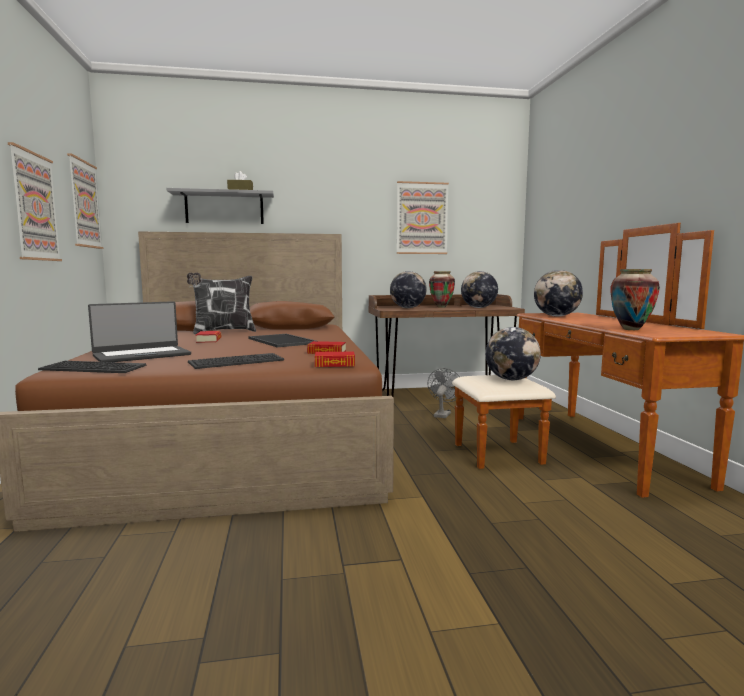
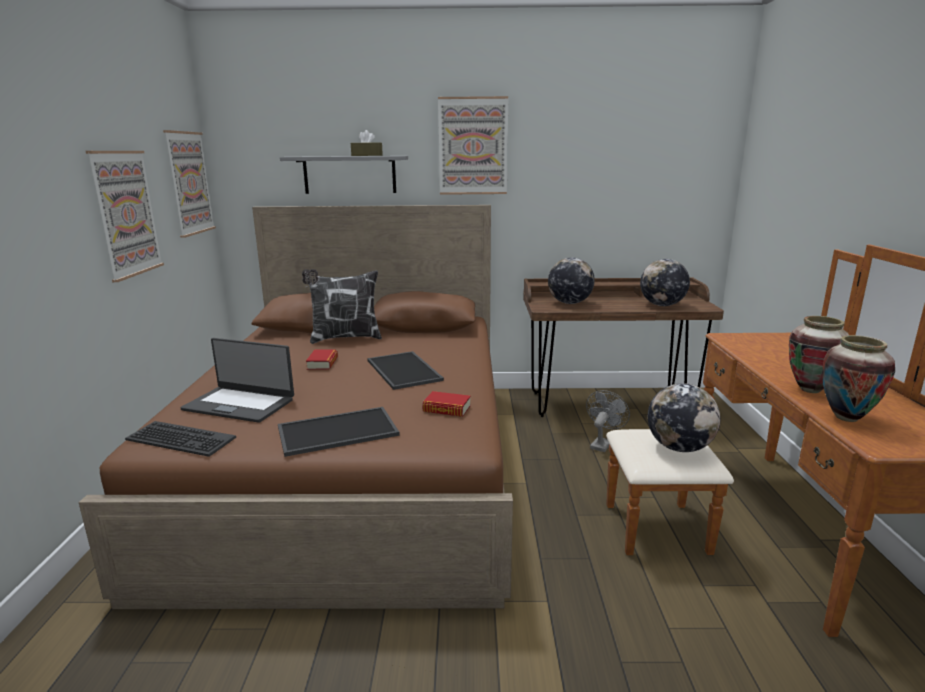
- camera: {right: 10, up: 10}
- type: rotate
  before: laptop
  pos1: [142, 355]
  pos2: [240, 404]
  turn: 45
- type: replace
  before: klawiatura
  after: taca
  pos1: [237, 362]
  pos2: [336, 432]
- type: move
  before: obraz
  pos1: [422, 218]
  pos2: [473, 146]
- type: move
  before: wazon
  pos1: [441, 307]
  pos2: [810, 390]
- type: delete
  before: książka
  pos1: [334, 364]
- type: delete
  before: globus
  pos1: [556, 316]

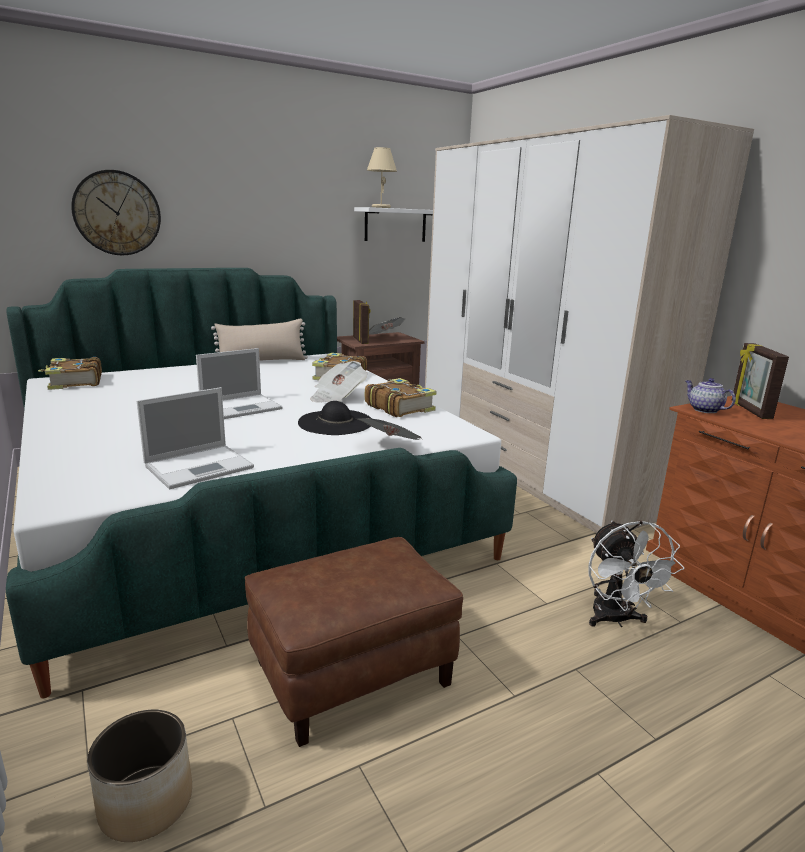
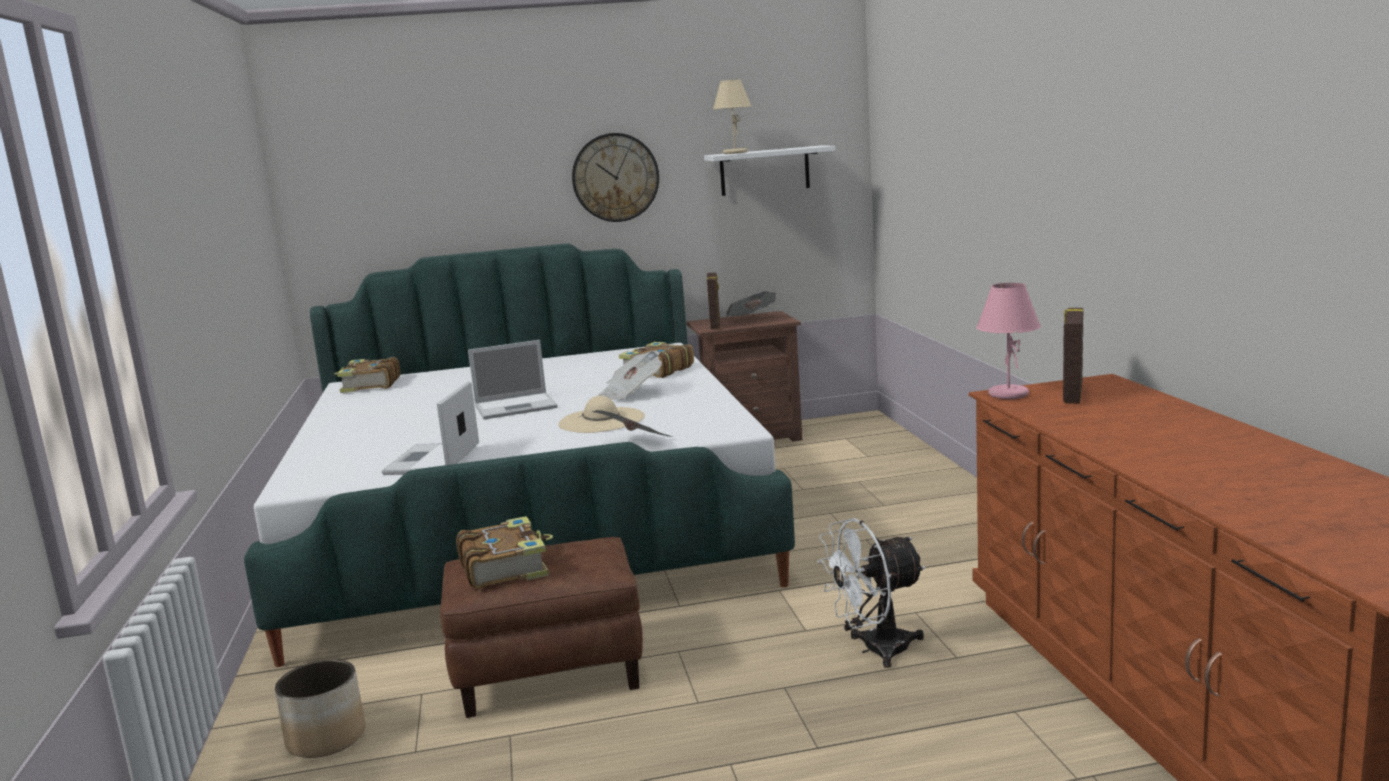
- camera: {right: 20, up: -5}
- type: rotate
  before: laptop
  pos1: [201, 466]
  pos2: [432, 460]
  turn: 120
- type: move
  before: książka
  pos1: [399, 407]
  pos2: [505, 567]
- type: recolor
  before: kapelusz [czarny]
  after: kapelusz [beżowy]
  pos1: [336, 422]
  pos2: [602, 420]
- type: move
  before: zegar ścienny
  pos1: [117, 213]
  pos2: [615, 177]
- type: rotate
  before: wentylator [biały]
  pos1: [615, 620]
  pos2: [875, 650]
  turn: 60
- type: replace
  before: imbryk
  after: lampa stołowa [różowy]
  pos1: [704, 410]
  pos2: [1007, 394]
- type: delete
  before: poduszka [beżowy]
  pos1: [262, 361]
- type: delete
  before: szafa
  pos1: [529, 468]

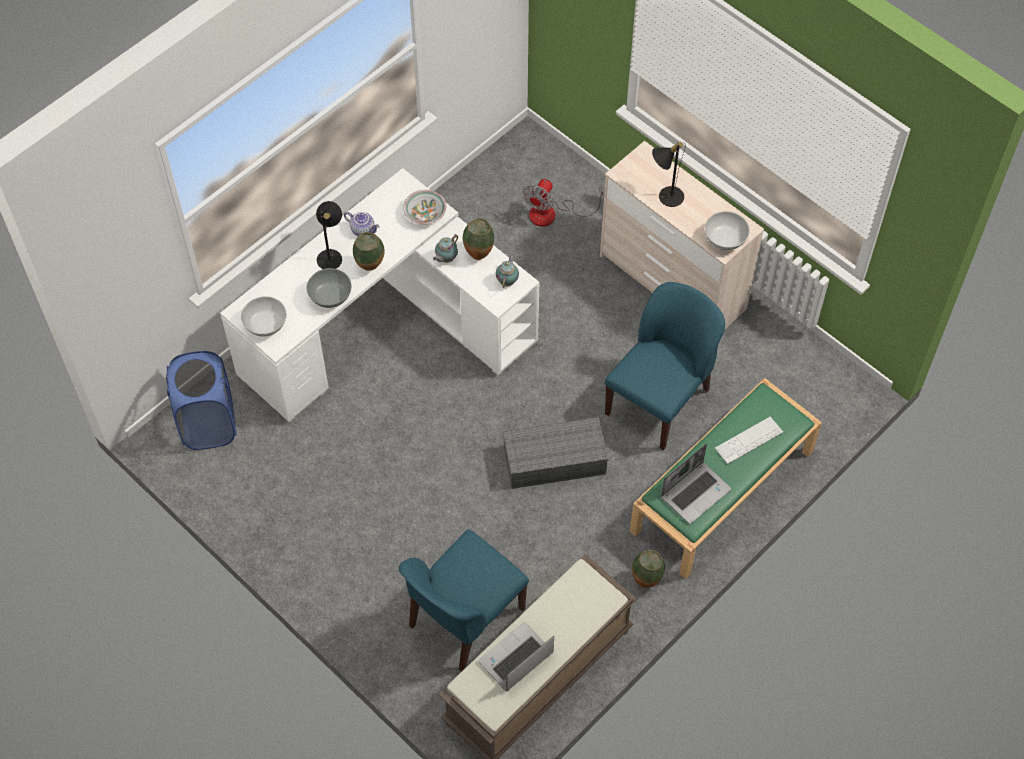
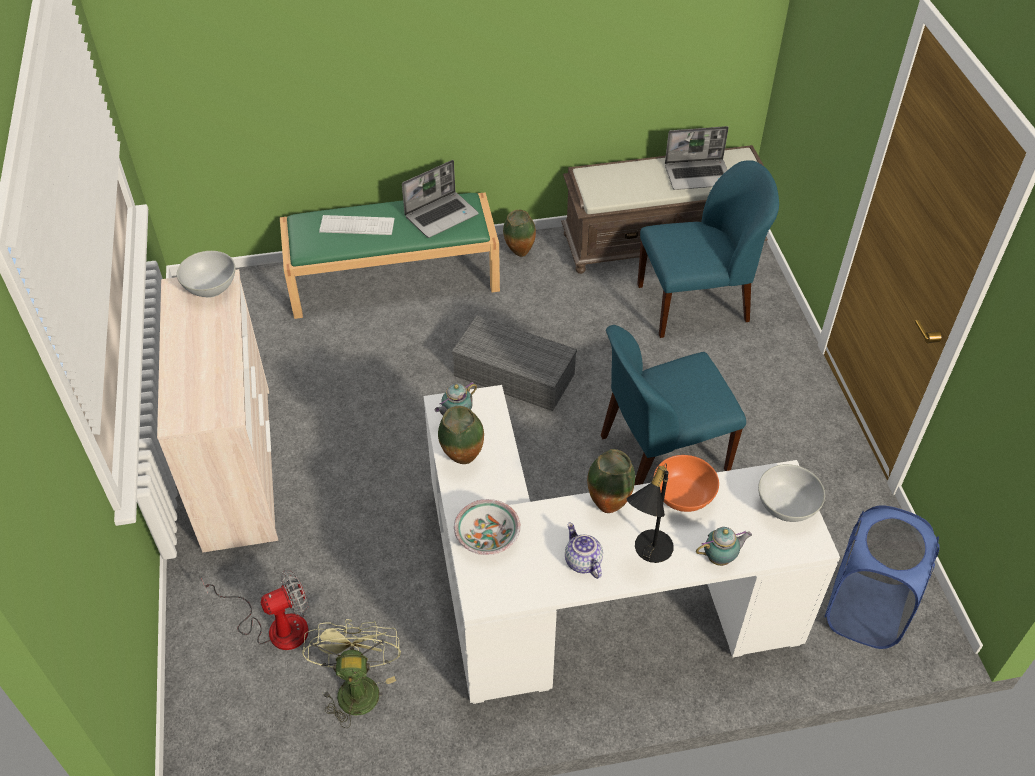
- camera: {right: -145, up: -10}
- type: insert
  after: wentylator [zielony]
  pos2: [356, 686]
- type: rotate
  before: laptop
  pos1: [695, 492]
  pos2: [442, 215]
  turn: 150
- type: move
  before: krzesło [niebieski]
  pos1: [659, 400]
  pos2: [661, 454]
- type: recolor
  before: miska [szary]
  after: miska [pomarańczowy]
  pos1: [331, 297]
  pos2: [682, 497]
- type: move
  before: imbryk
  pos1: [446, 259]
  pos2: [720, 558]
- type: delete
  before: lampa stołowa [czarny]
  pos1: [666, 195]

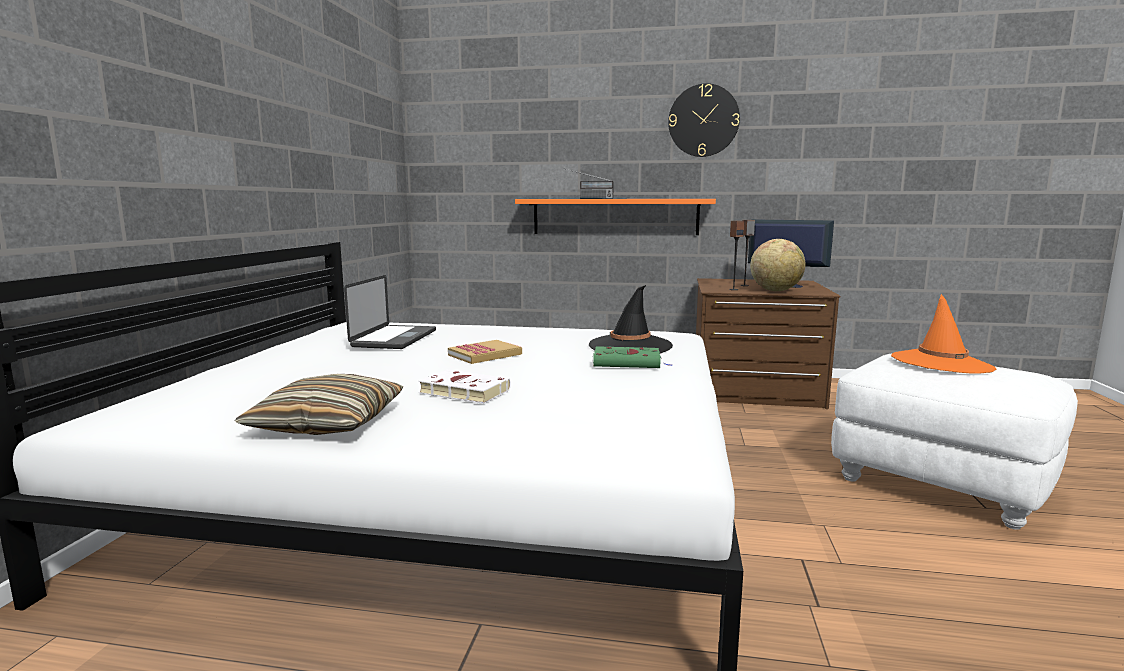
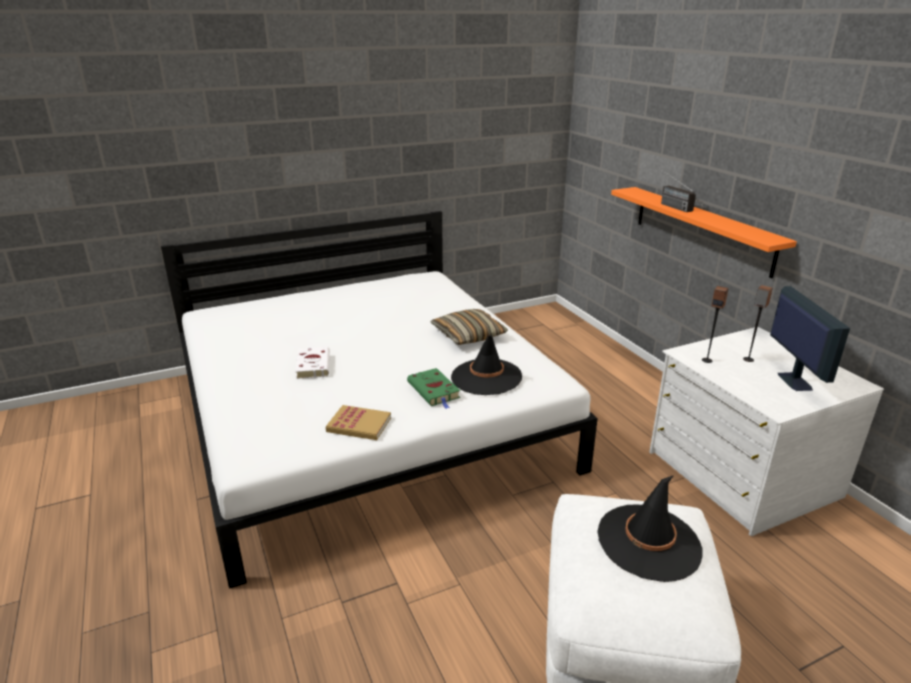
- camera: {right: 55, up: 15}
- type: move
  before: książka
  pos1: [485, 355]
  pos2: [359, 425]
- type: move
  before: poduszka
  pos1: [328, 423]
  pos2: [468, 335]
- type: recolor
  before: kapelusz [pomarańczowy]
  after: kapelusz [czarny]
  pos1: [941, 363]
  pos2: [649, 542]
- type: recolor
  before: komoda [brązowy]
  after: komoda [biały]
  pos1: [755, 390]
  pos2: [740, 474]
- type: delete
  before: laptop
  pos1: [394, 338]
- type: delete
  before: zegar ścienny
  pos1: [703, 120]
- type: delete
  before: globus
  pos1: [775, 290]

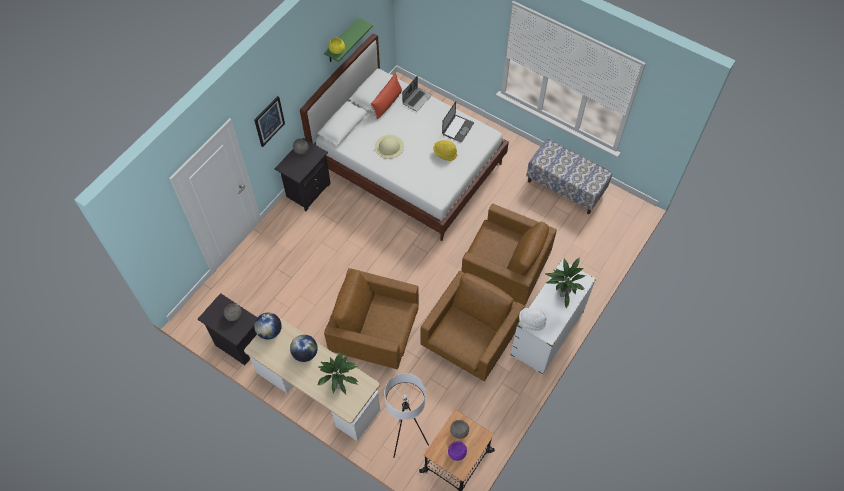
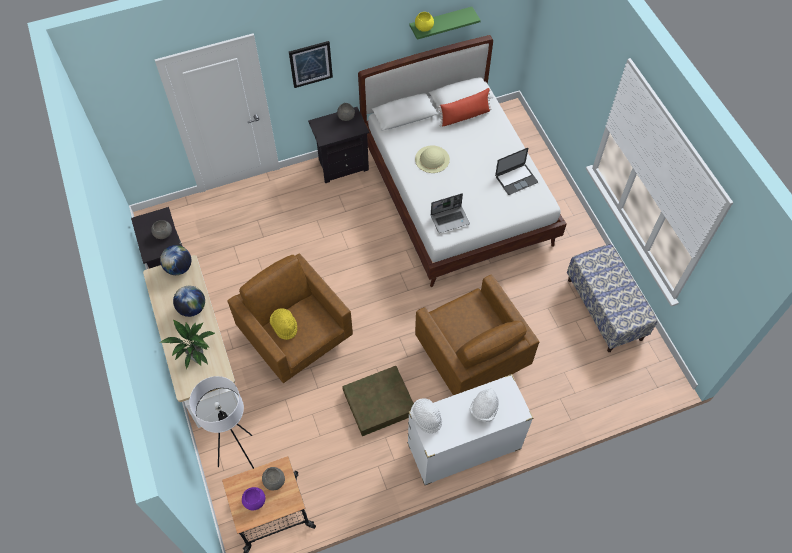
- camera: {right: 35, up: 0}
- type: move
  before: kapelusz [żółty]
  pos1: [445, 153]
  pos2: [284, 326]
- type: replace
  before: fotel [brązowy]
  after: pojemnik do przechowywania [brązowy]
  pos1: [469, 341]
  pos2: [379, 403]
- type: move
  before: laptop
  pos1: [417, 99]
  pos2: [450, 219]
- type: replace
  before: roślina doniczkowa
  after: kapelusz [biały]
  pos1: [562, 292]
  pos2: [484, 409]

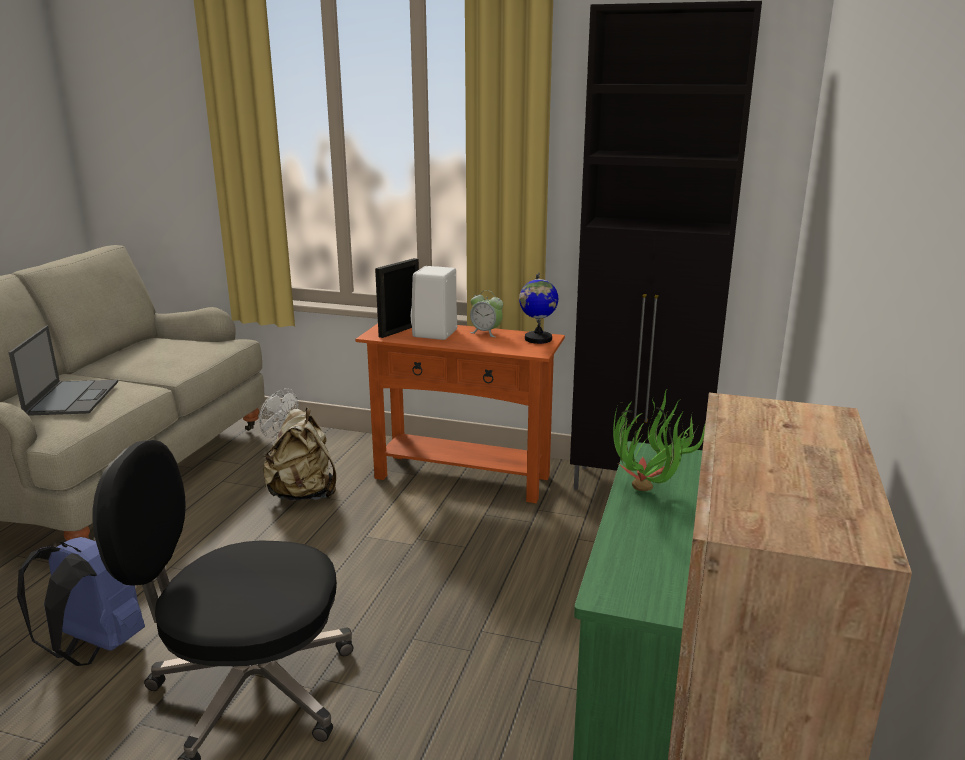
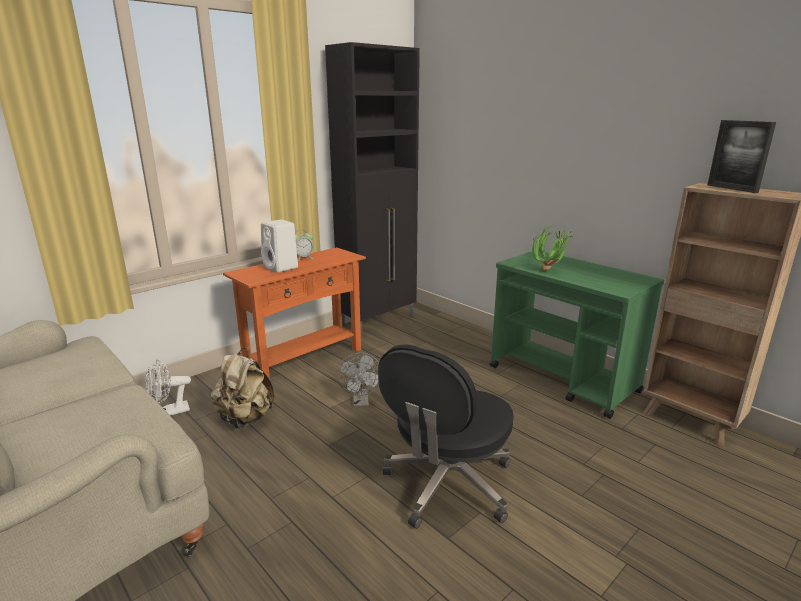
- camera: {right: -60, up: 0}
- type: insert
  after: wentylator [szary]
  pos2: [361, 402]
- type: move
  before: ramka na zdjęcie
  pos1: [400, 330]
  pos2: [731, 188]
- type: delete
  before: laptop
  pos1: [72, 397]
- type: delete
  before: plecak [niebieski]
  pos1: [94, 648]
- type: delete
  before: globus
  pos1: [538, 339]

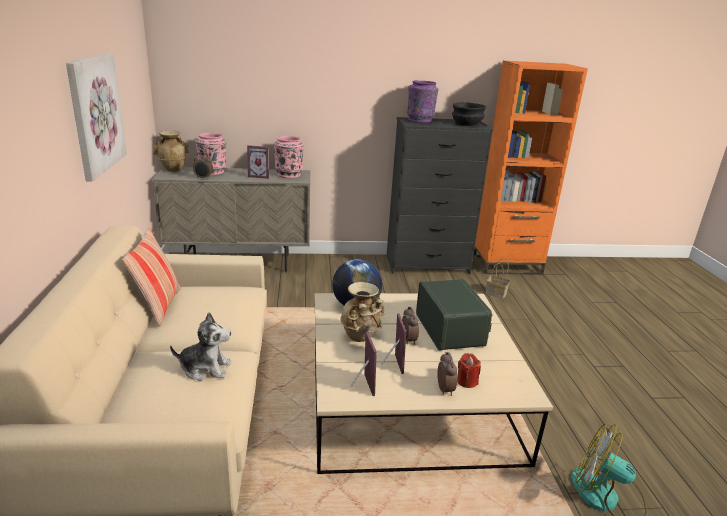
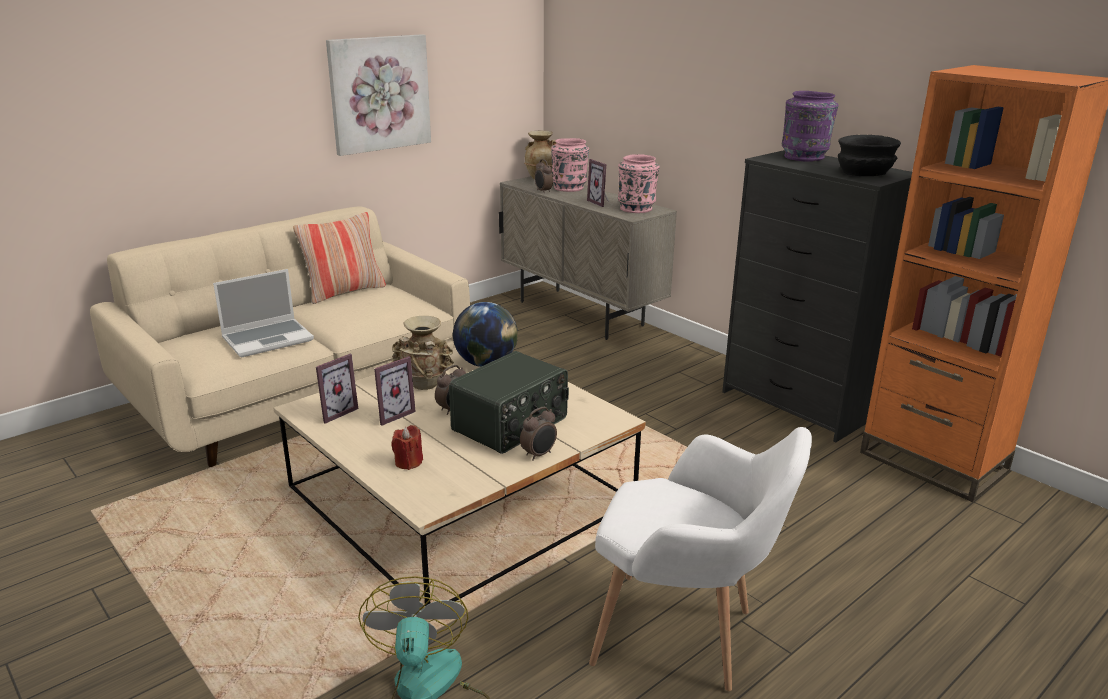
- camera: {right: 55, up: 0}
- type: replace
  before: pluszak
  after: laptop
  pos1: [205, 368]
  pos2: [268, 339]
- type: move
  before: budzik
  pos1: [445, 389]
  pos2: [539, 455]
- type: insert
  after: fotel [biały]
  pos2: [685, 637]
- type: delete
  before: koszyk
  pos1: [495, 293]

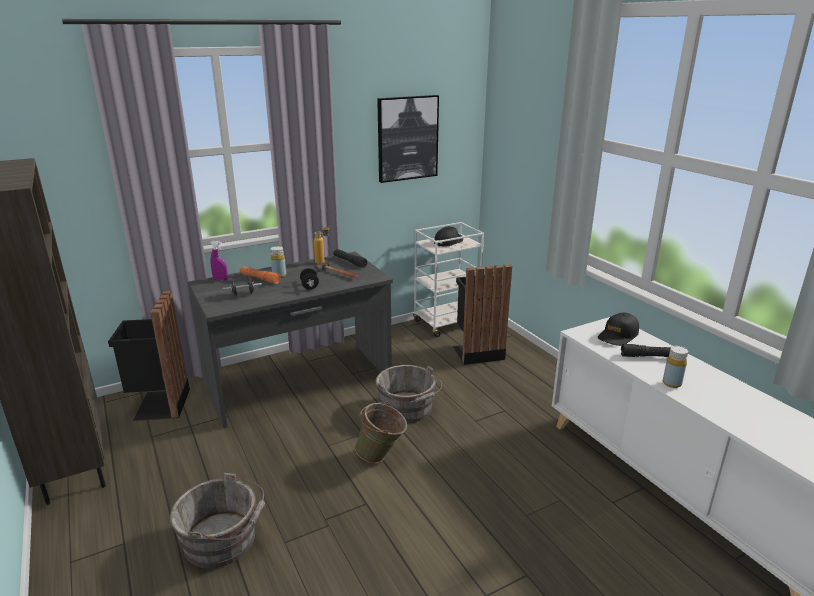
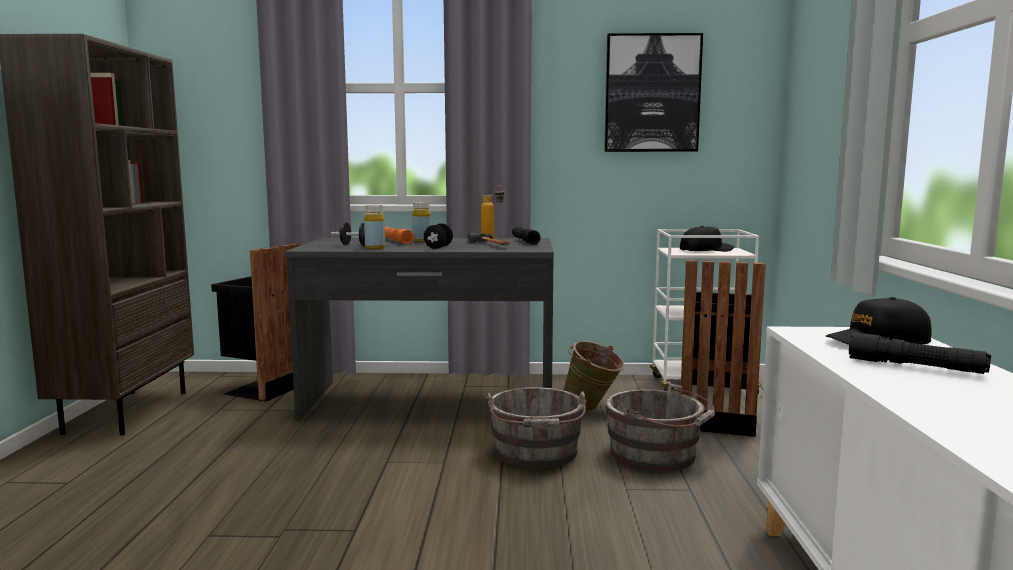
- camera: {right: 30, up: -15}
- type: move
  before: butelka [żółty]
  pos1: [671, 383]
  pos2: [375, 248]
- type: move
  before: wiadro [zielony]
  pos1: [382, 457]
  pos2: [592, 409]
- type: move
  before: wiadro [szary]
  pos1: [224, 540]
  pos2: [657, 456]
- type: delete
  before: spryskiwacz [fioletowy]
  pos1: [220, 279]

